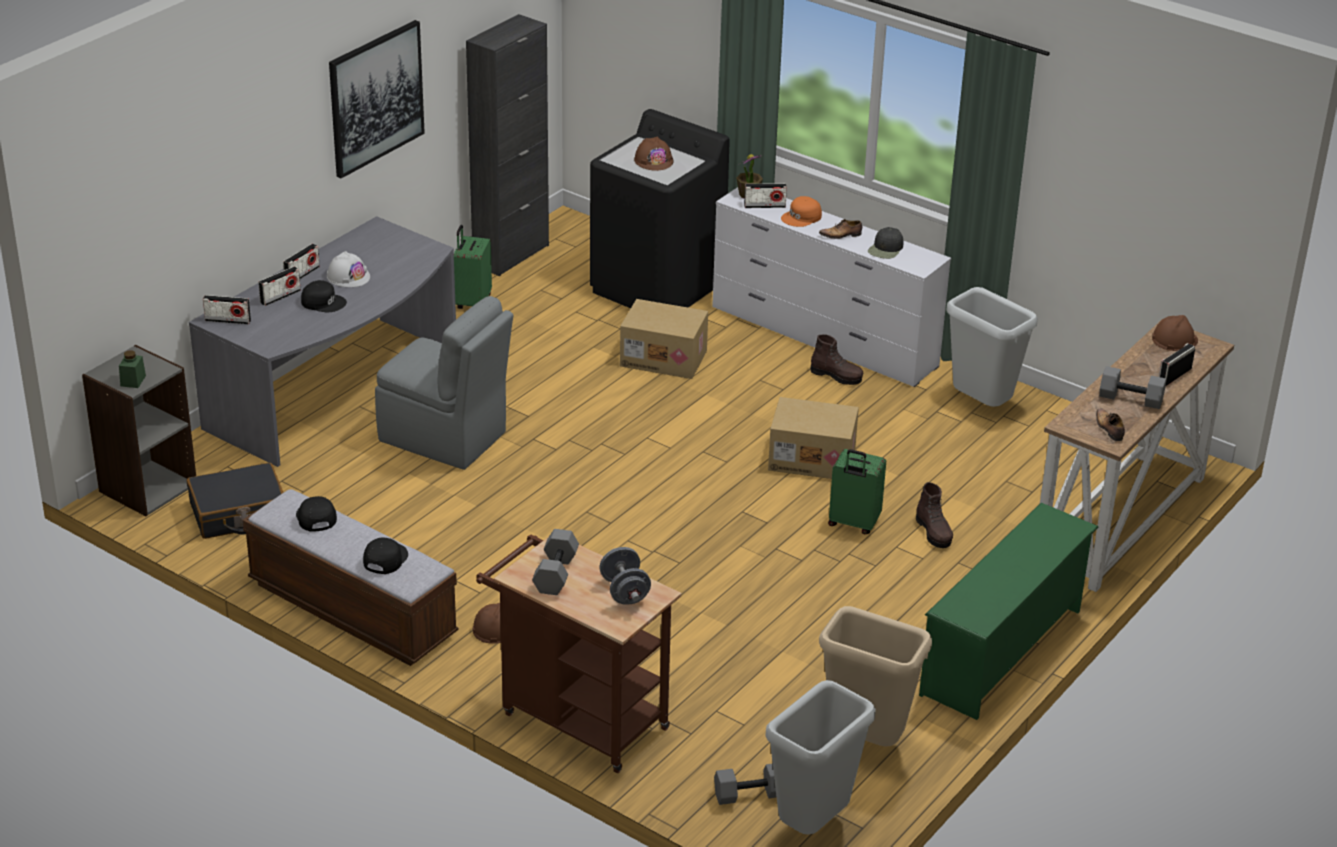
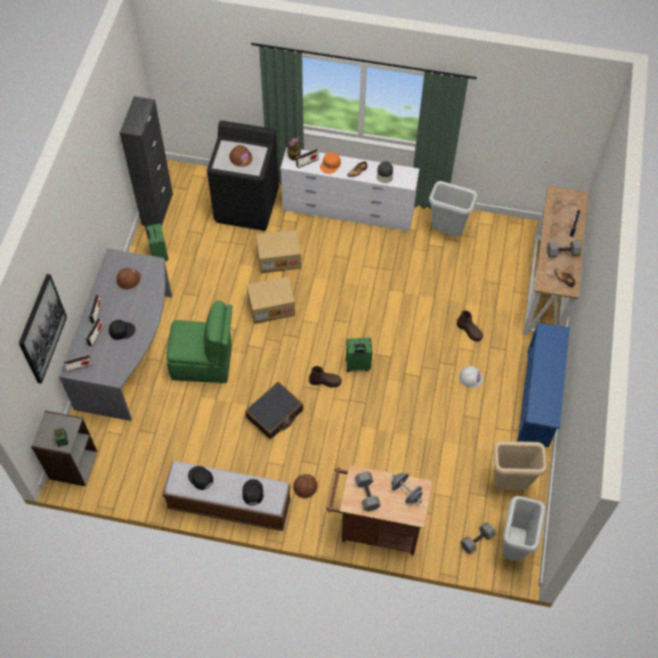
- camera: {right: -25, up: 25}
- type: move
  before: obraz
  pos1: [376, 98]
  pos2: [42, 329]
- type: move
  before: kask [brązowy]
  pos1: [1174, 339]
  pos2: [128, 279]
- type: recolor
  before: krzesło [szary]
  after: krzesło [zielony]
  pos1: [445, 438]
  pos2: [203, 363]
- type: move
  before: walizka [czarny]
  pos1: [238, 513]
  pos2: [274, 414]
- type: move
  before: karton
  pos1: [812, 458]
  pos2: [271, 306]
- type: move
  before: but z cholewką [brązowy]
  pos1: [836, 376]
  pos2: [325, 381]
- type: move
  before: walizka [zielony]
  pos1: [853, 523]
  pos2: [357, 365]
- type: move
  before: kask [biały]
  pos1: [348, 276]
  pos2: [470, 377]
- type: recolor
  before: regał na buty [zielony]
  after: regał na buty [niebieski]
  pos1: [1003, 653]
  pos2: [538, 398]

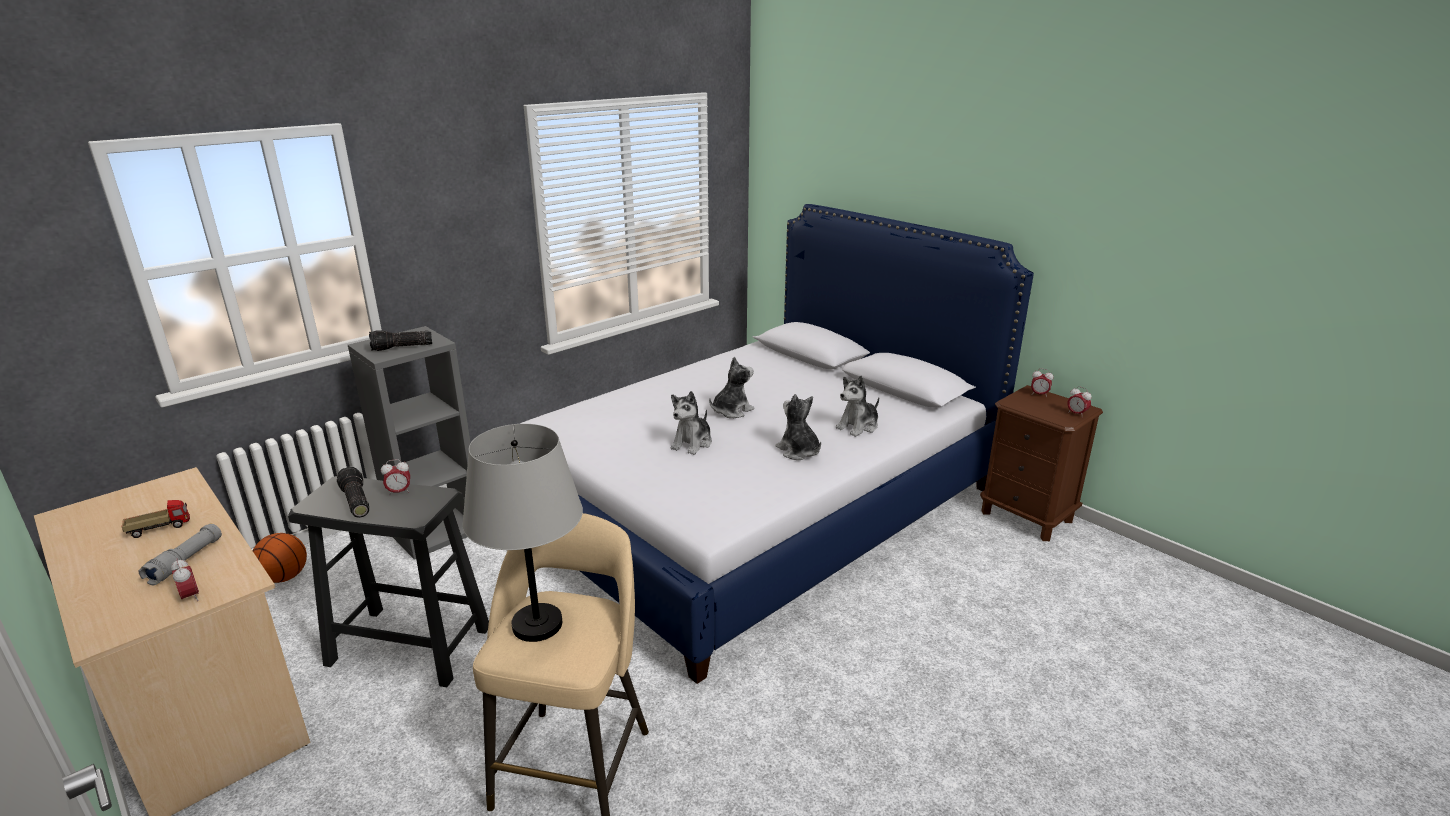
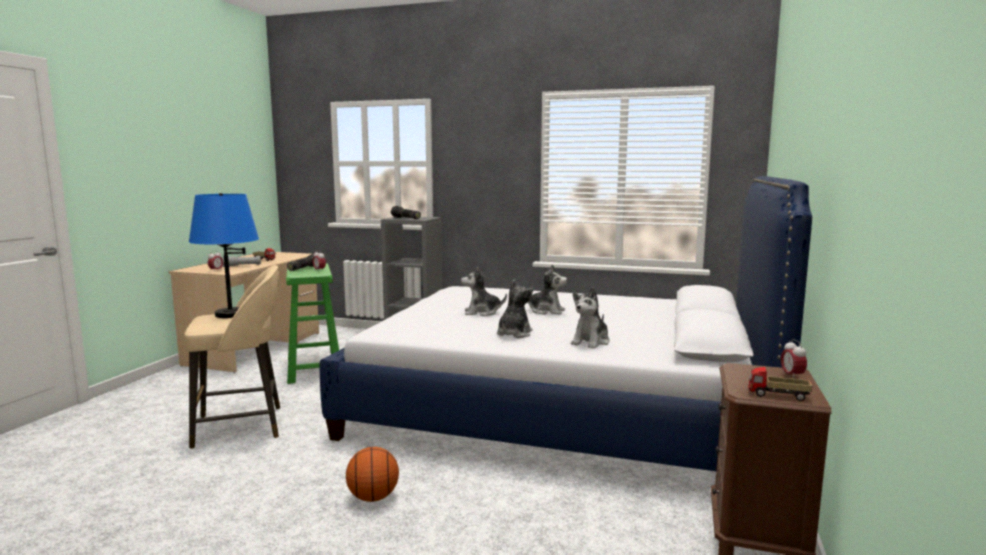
- camera: {right: 60, up: -15}
- type: recolor
  before: lampa stołowa [szary]
  after: lampa stołowa [niebieski]
  pos1: [537, 625]
  pos2: [230, 314]
- type: recolor
  before: stołek [czarny]
  after: stołek [zielony]
  pos1: [410, 646]
  pos2: [314, 368]
- type: move
  before: piłka do koszykówki
  pos1: [284, 577]
  pos2: [373, 498]
- type: rotate
  before: pluszak
  pos1: [858, 426]
  pos2: [591, 342]
  turn: -75
- type: replace
  before: budzik
  after: ciężarówka zabawkowa
  pos1: [1076, 414]
  pos2: [778, 396]

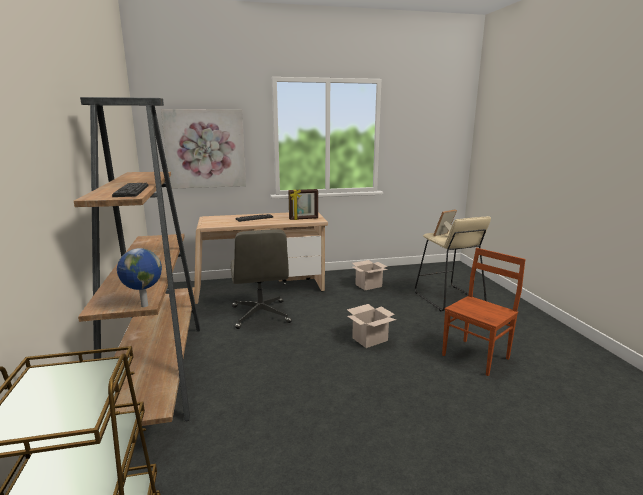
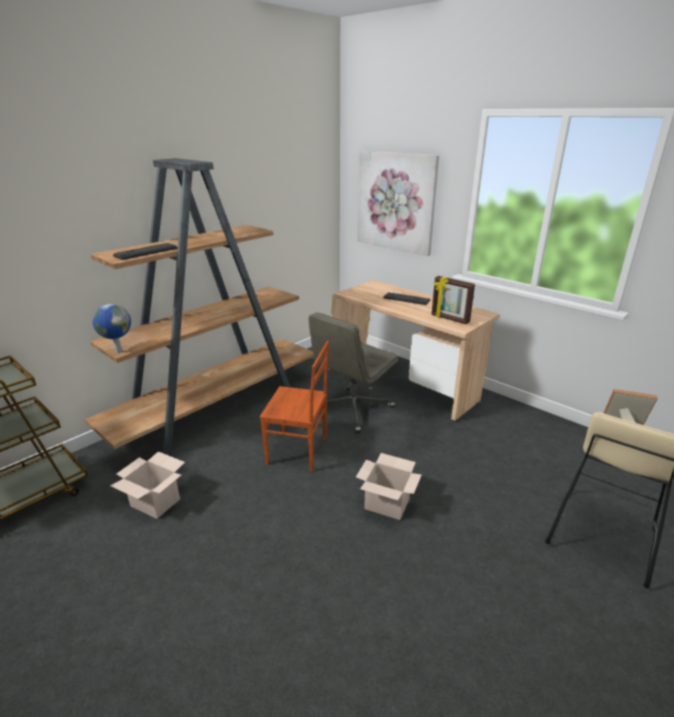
- camera: {right: 55, up: 10}
- type: move
  before: karton
  pos1: [369, 285]
  pos2: [156, 502]
- type: move
  before: krzesło [brązowy]
  pos1: [477, 357]
  pos2: [298, 451]

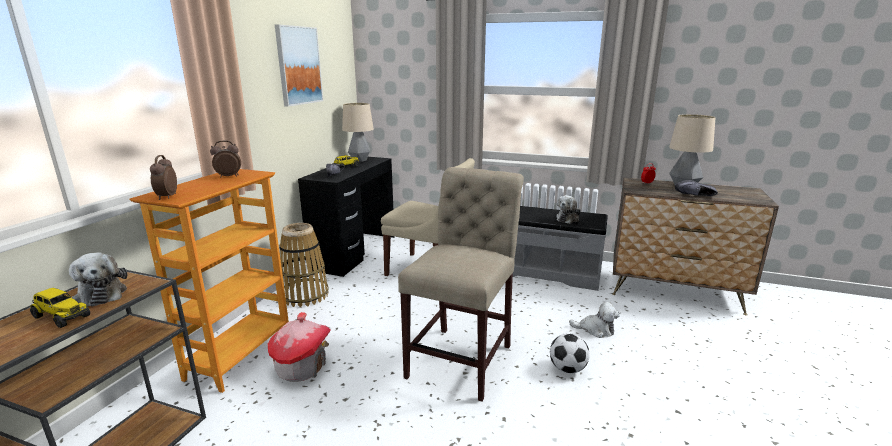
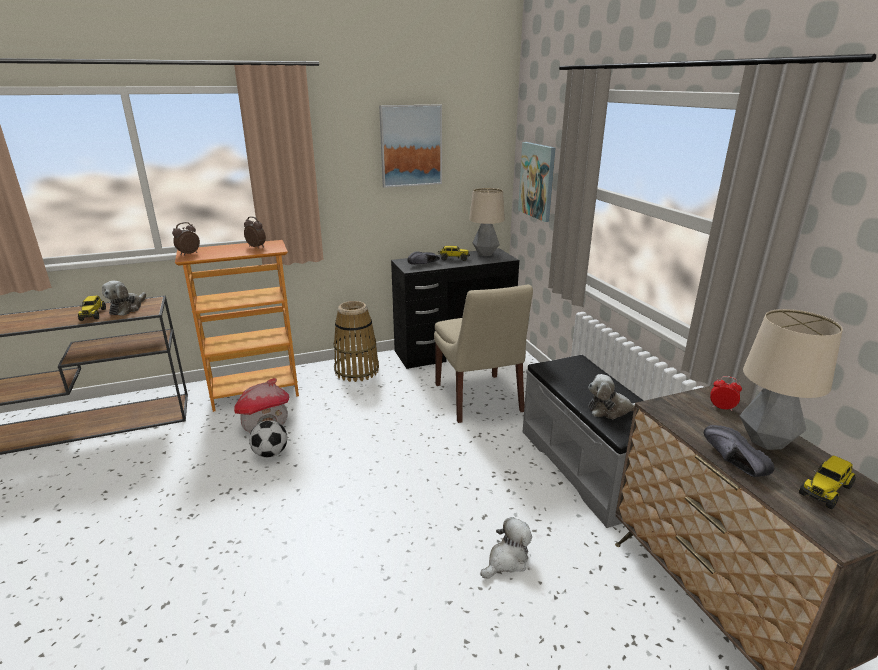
- camera: {right: 50, up: 5}
- type: move
  before: piłka futbolowa
  pos1: [567, 369]
  pos2: [270, 453]
- type: rotate
  before: pluszak
  pos1: [595, 329]
  pos2: [507, 560]
  turn: -105
- type: insert
  after: obraz
  pos2: [537, 181]
- type: insert
  after: ciężarówka zabawkowa
  pos2: [825, 490]
- type: delete
  before: krzesło [beżowy]
  pos1: [463, 357]

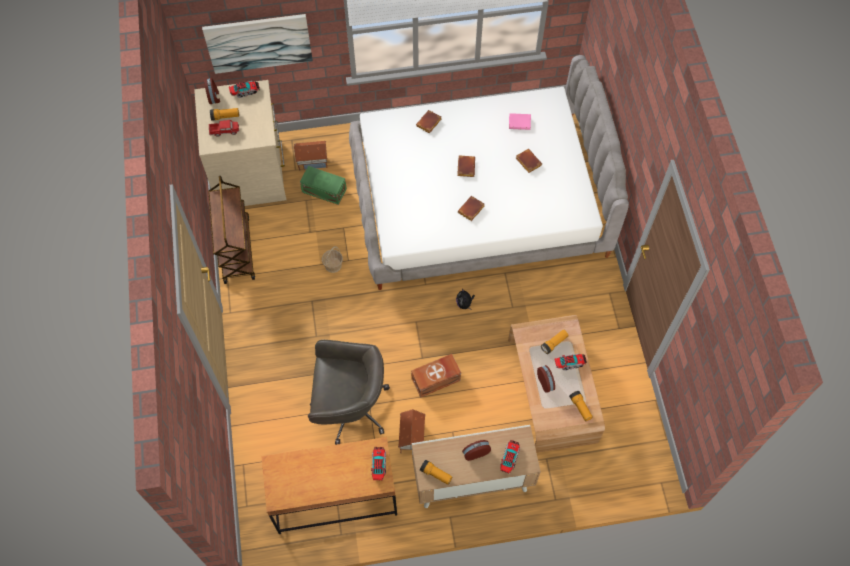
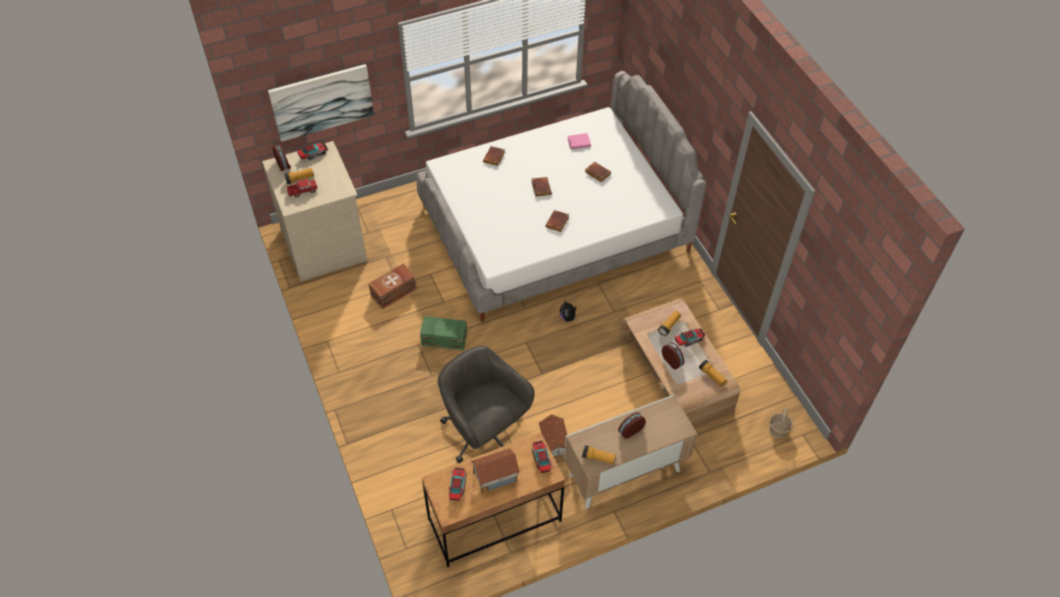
- camera: {right: -15, up: -10}
- type: move
  before: pojemnik do przechowywania [brązowy]
  pos1: [436, 380]
  pos2: [394, 292]
- type: move
  before: pojemnik do przechowywania [zielony]
  pos1: [324, 190]
  pos2: [443, 338]
- type: rotate
  before: krzesło biurowe [szary]
  pos1: [349, 407]
  pos2: [484, 433]
  turn: -120
- type: move
  before: ciężarówka zabawkowa
  pos1: [509, 458]
  pos2: [457, 486]
- type: move
  before: domek
  pos1: [312, 161]
  pos2: [495, 477]
- type: move
  before: koszyk
  pos1: [333, 265]
  pos2: [778, 430]
- type: delete
  before: wózek [brązowy]
  pos1: [236, 249]

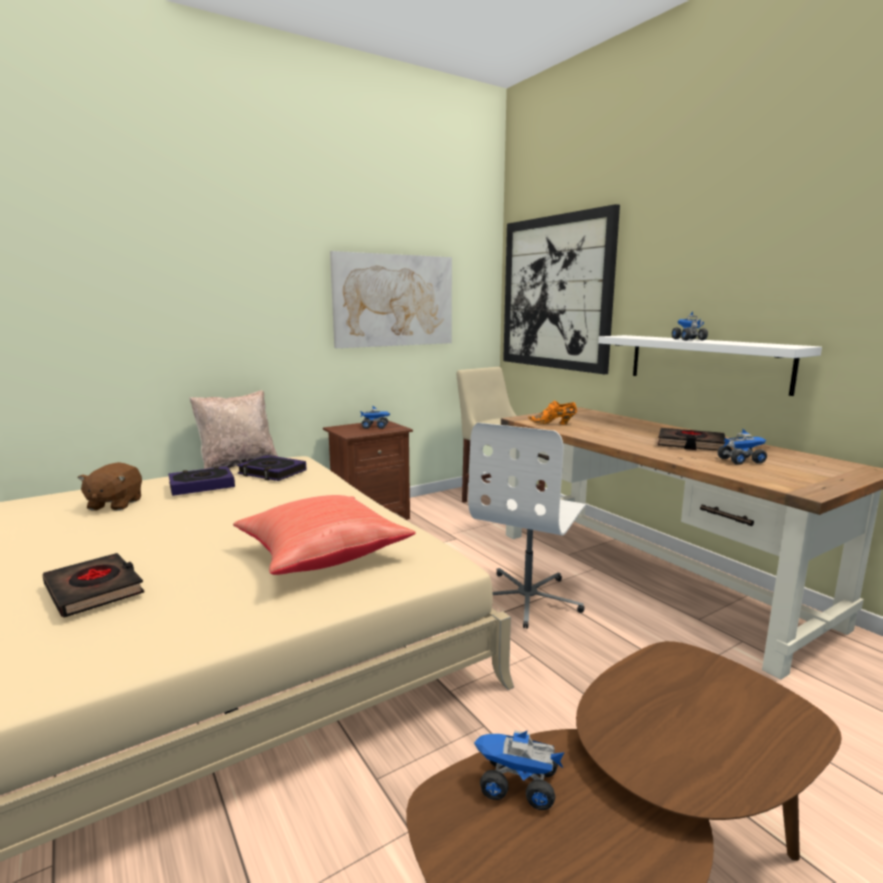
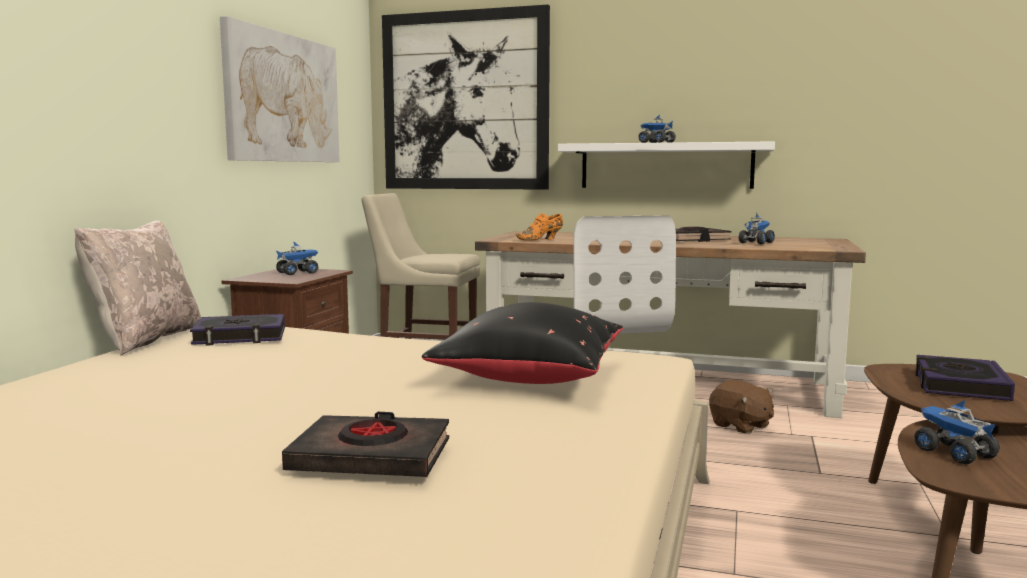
- camera: {right: -40, up: -5}
- type: recolor
  before: poduszka [czerwony]
  after: poduszka [czarny]
  pos1: [322, 556]
  pos2: [528, 378]
- type: move
  before: pluszak [brązowy]
  pos1: [114, 504]
  pos2: [740, 426]
- type: rotate
  before: ciężarówka zabawkowa
  pos1: [517, 785]
  pos2: [953, 453]
  turn: 90
- type: move
  before: książka
  pos1: [201, 485]
  pos2: [959, 385]

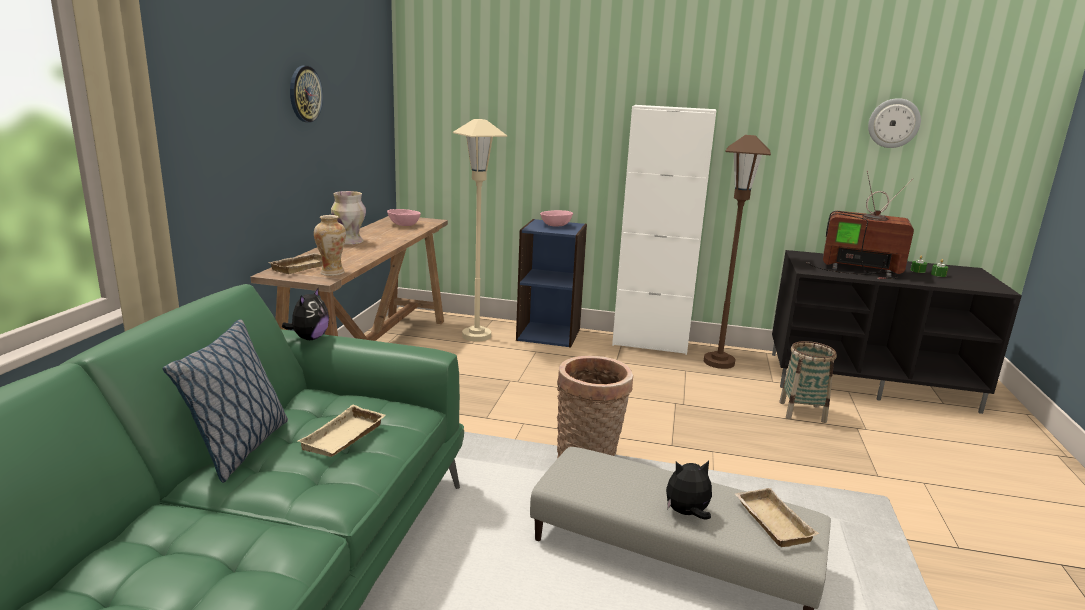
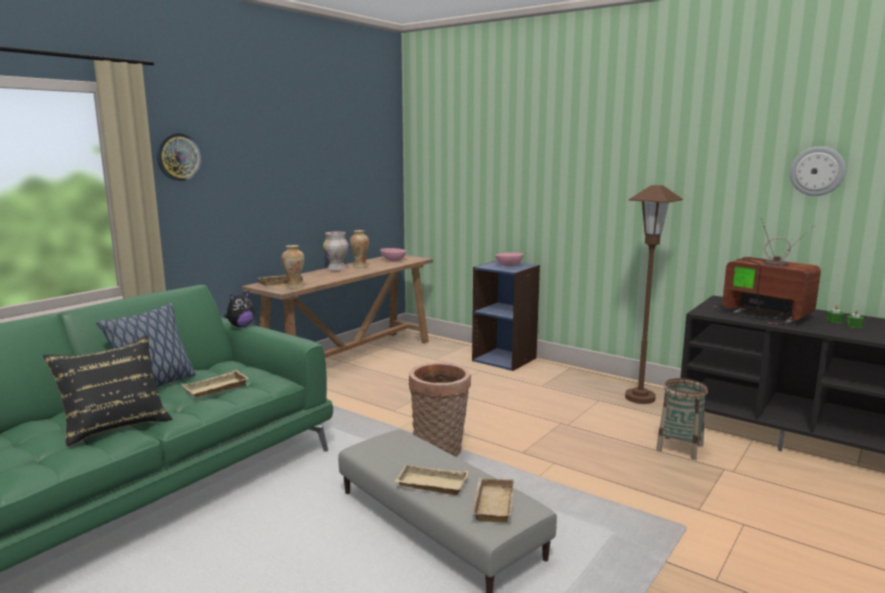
- camera: {right: 25, up: -5}
- type: insert
  after: poduszka [czarny]
  pos2: [115, 425]
- type: move
  before: zegar ścienny
  pos1: [305, 94]
  pos2: [178, 157]
- type: insert
  after: wazon
  pos2: [360, 266]
- type: replace
  before: pluszak
  after: taca [beżowy]
  pos1: [687, 514]
  pos2: [430, 485]
- type: delete
  before: lampa stojąca [beżowy]
  pos1: [476, 336]
- type: delete
  before: szafka [biały]
  pos1: [650, 344]

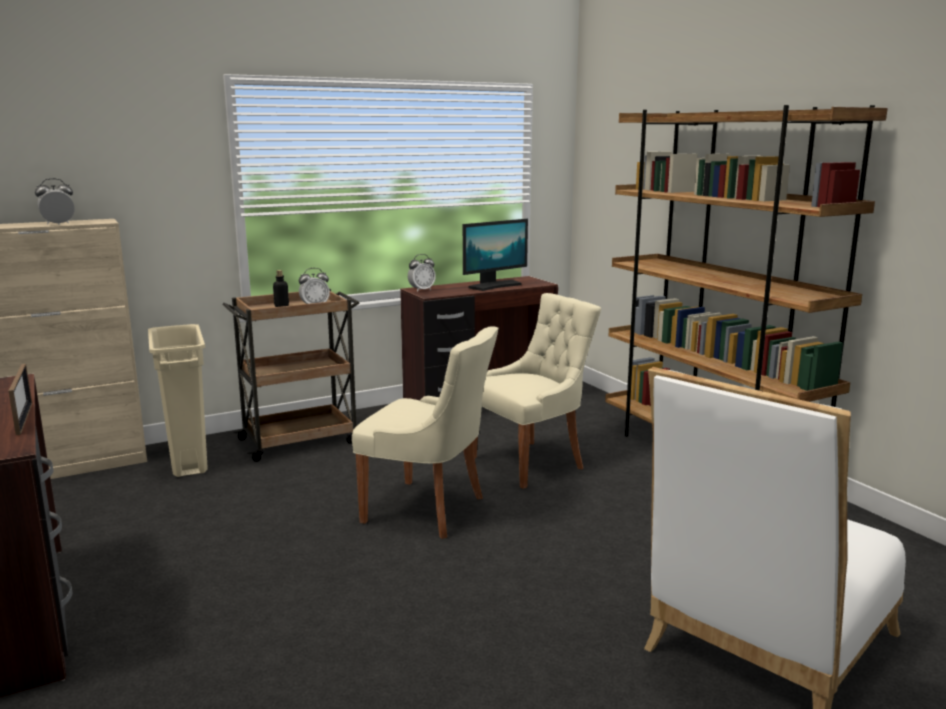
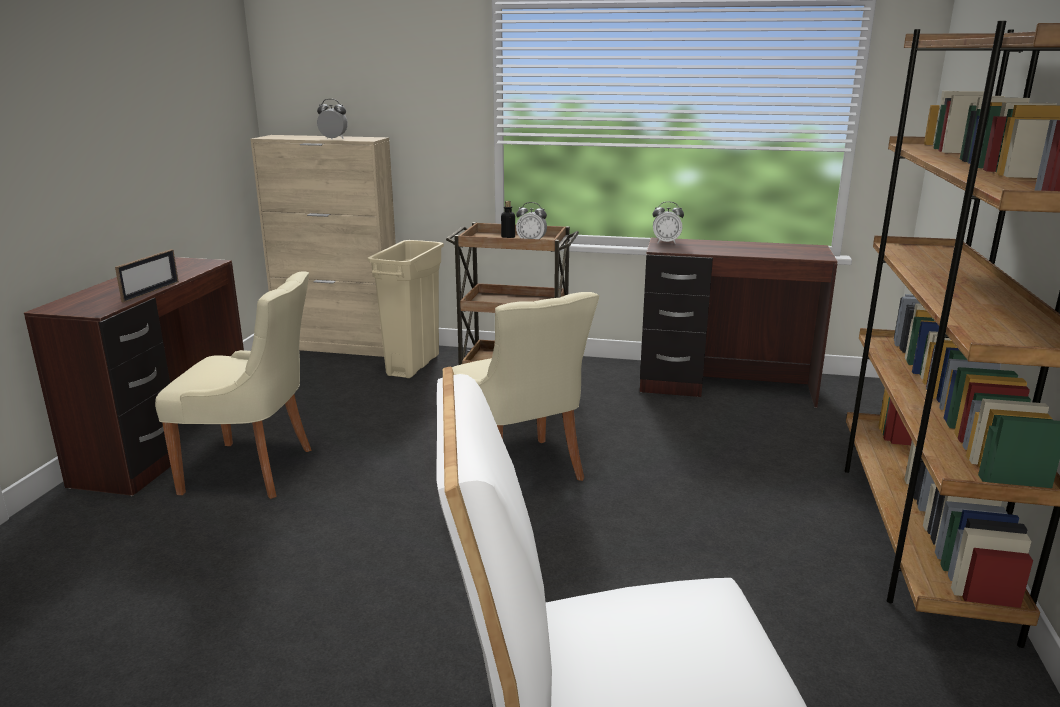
- camera: {right: 40, up: 5}
- type: move
  before: krzesło [beżowy]
  pos1: [530, 462]
  pos2: [253, 470]
- type: delete
  before: monitor
  pos1: [494, 286]

